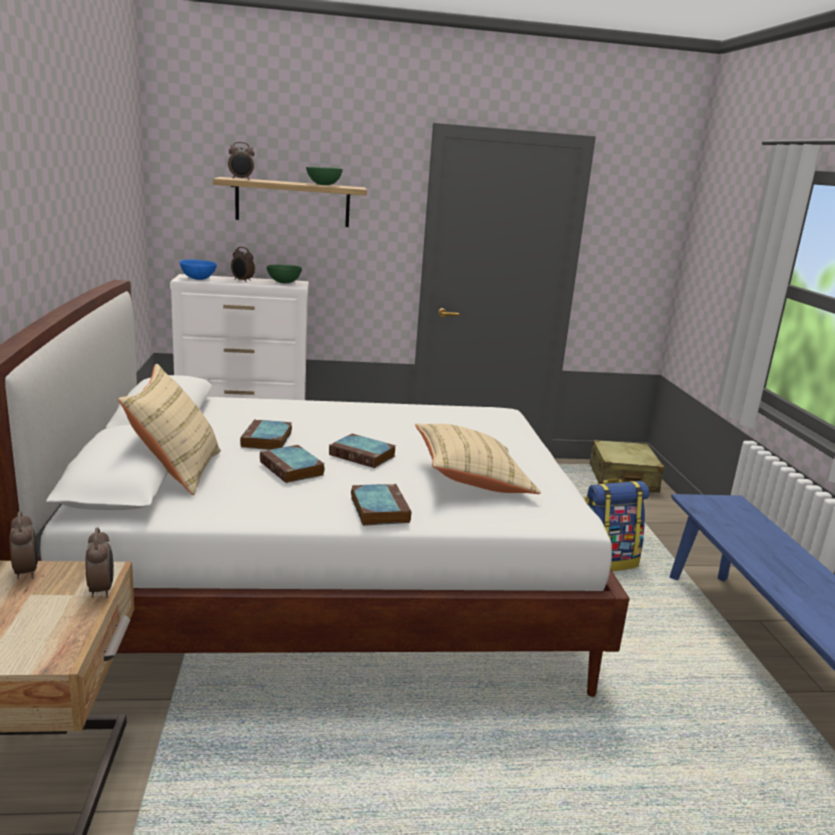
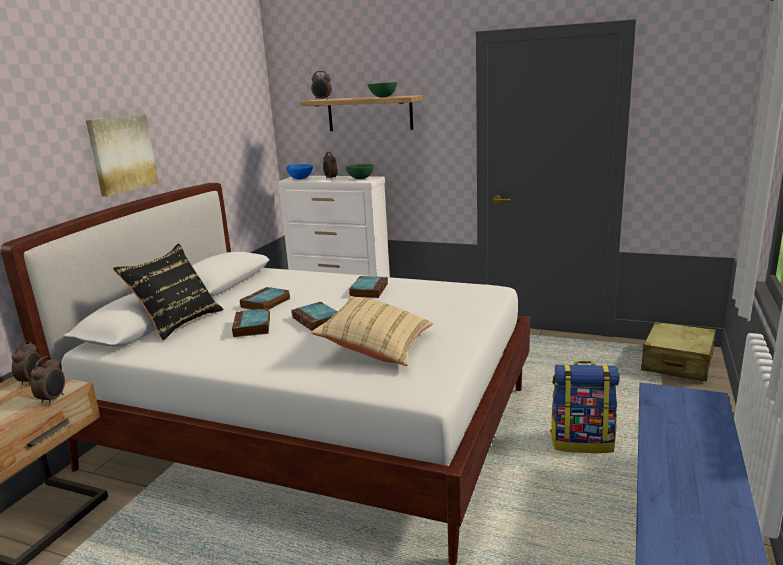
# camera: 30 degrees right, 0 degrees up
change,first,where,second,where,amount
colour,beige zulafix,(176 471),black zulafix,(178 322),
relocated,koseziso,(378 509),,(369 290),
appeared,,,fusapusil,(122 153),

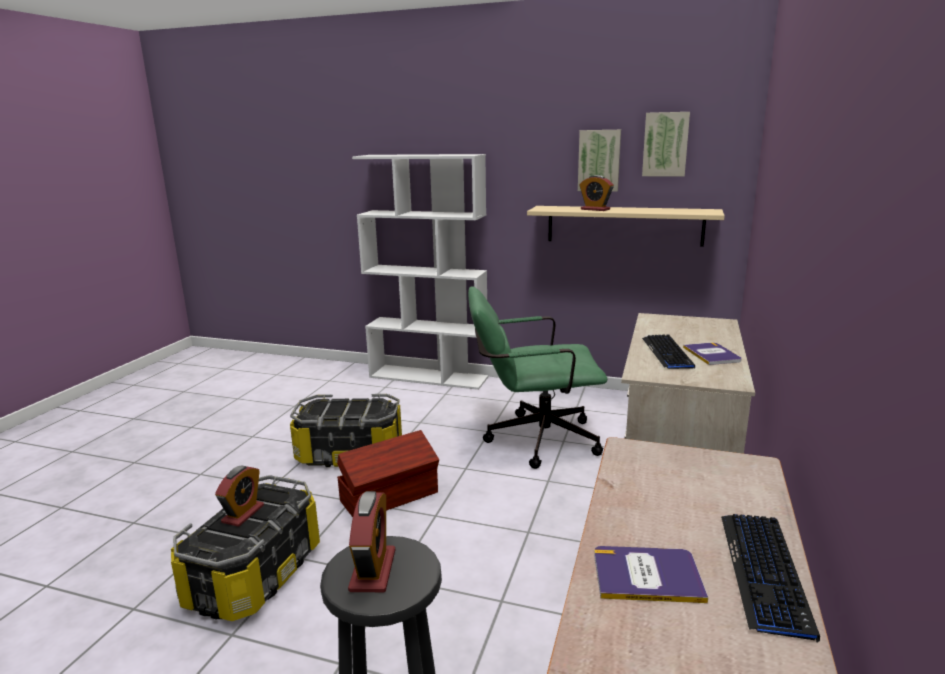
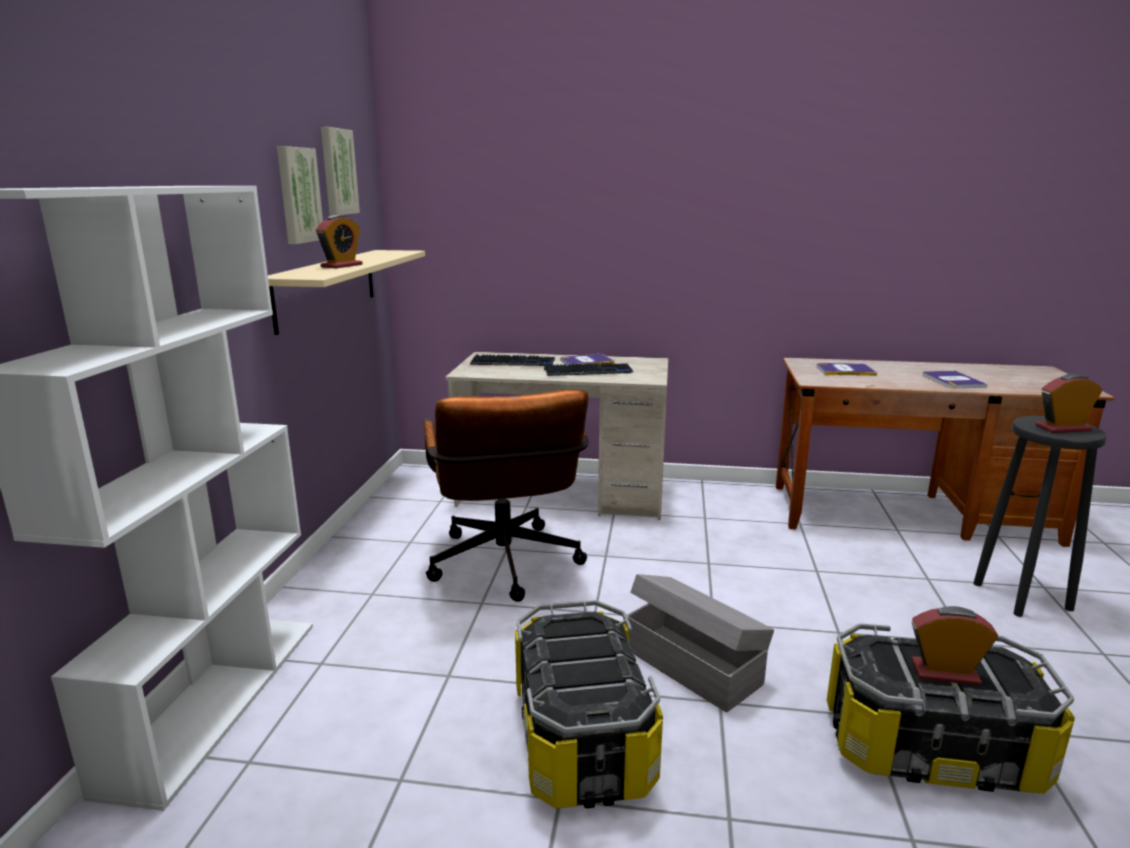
# camera: 100 degrees left, 0 degrees up
change,first,where,second,where,amount
colour,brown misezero,(390 497),grey misezero,(692 664),
colour,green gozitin,(532 440),brown gozitin,(506 569),
relocated,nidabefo,(765 572),,(513 363),
appeared,,,koseziso,(845 370),

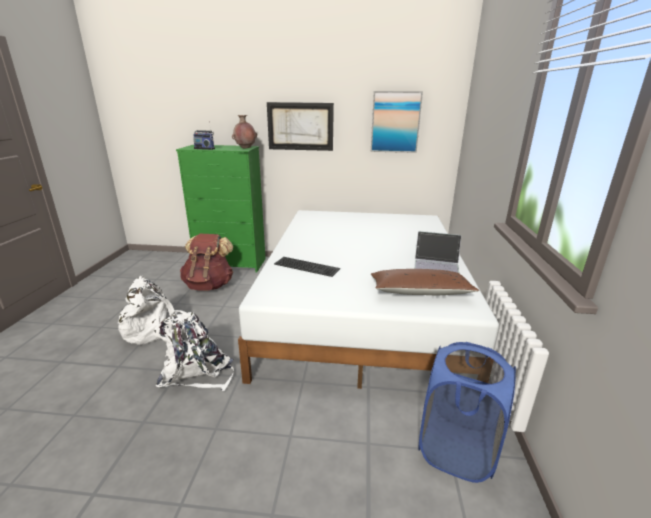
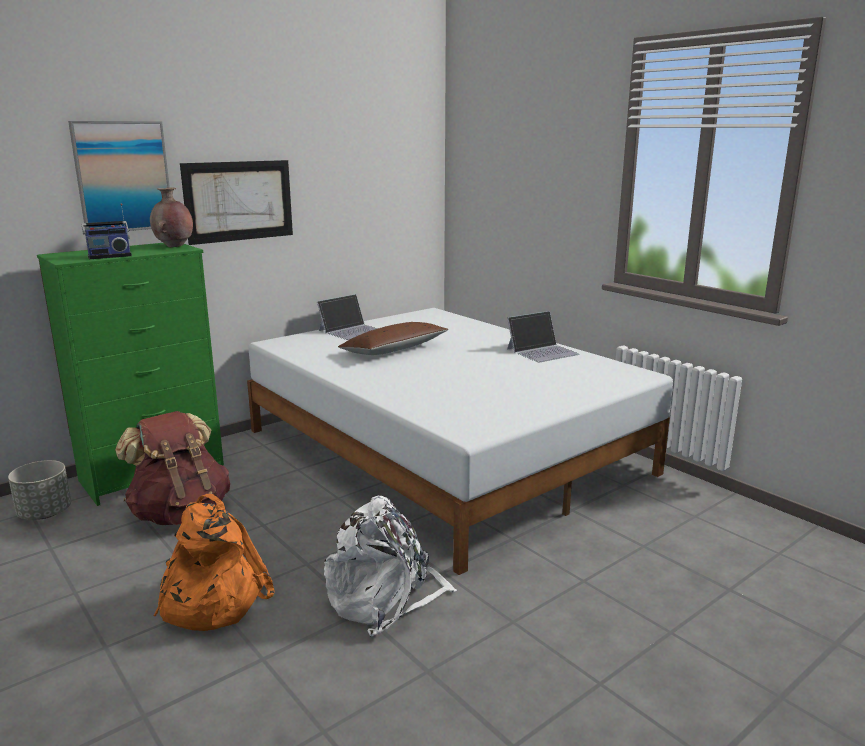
# camera: 45 degrees left, 5 degrees down
change,first,where,second,where,amount
colour,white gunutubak,(152 328),orange gunutubak,(210 599),
missing,nidabefo,(307 266),,,
relocated,fusapusil,(395 122),,(123 176),
relocated,brown zulafix,(420 292),,(394 350),
missing,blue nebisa,(456 450),,,
appeared,,,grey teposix,(45 513),
appeared,,,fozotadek,(351 330),

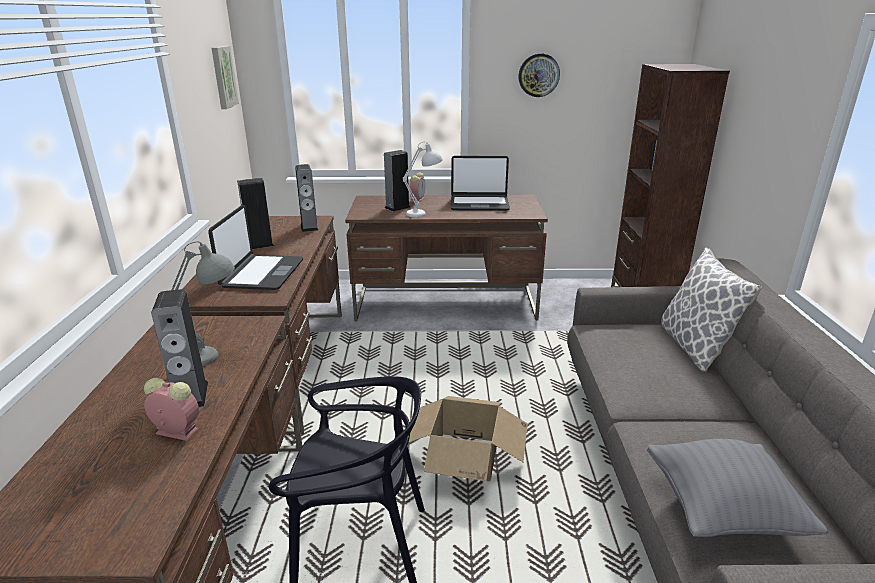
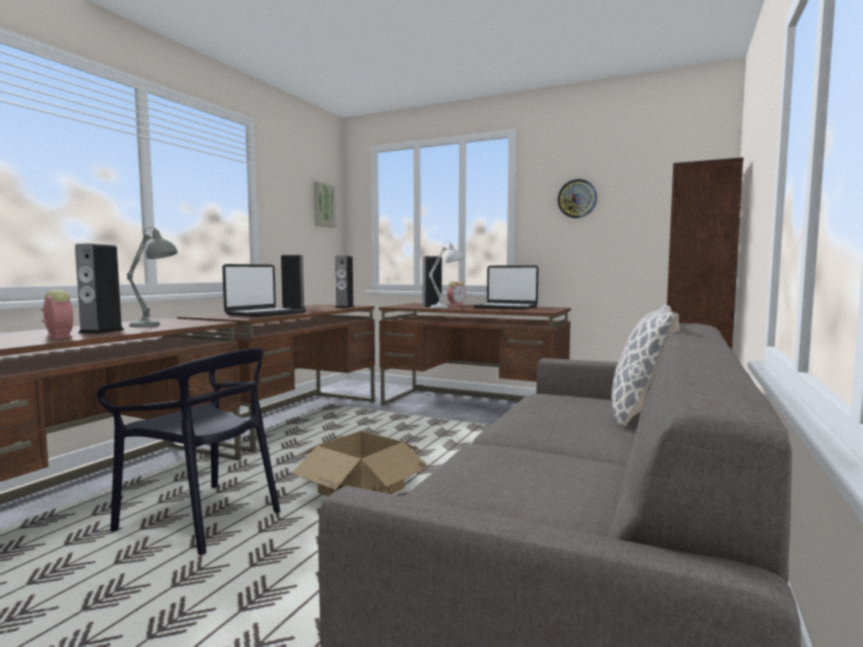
# camera: 25 degrees right, 20 degrees down
change,first,where,second,where,amount
missing,grey zulafix,(722 511),,,

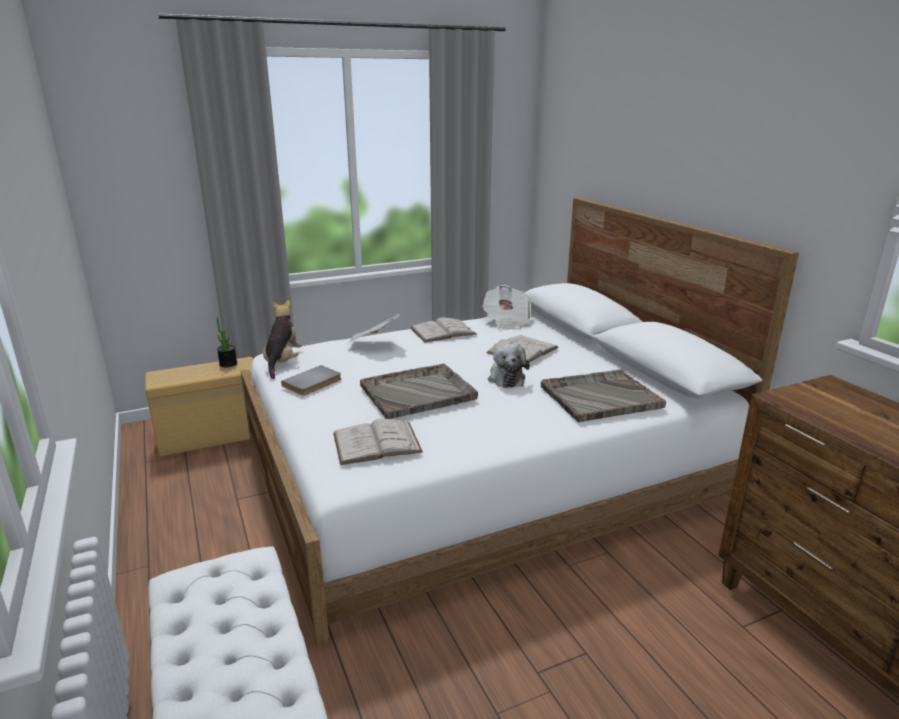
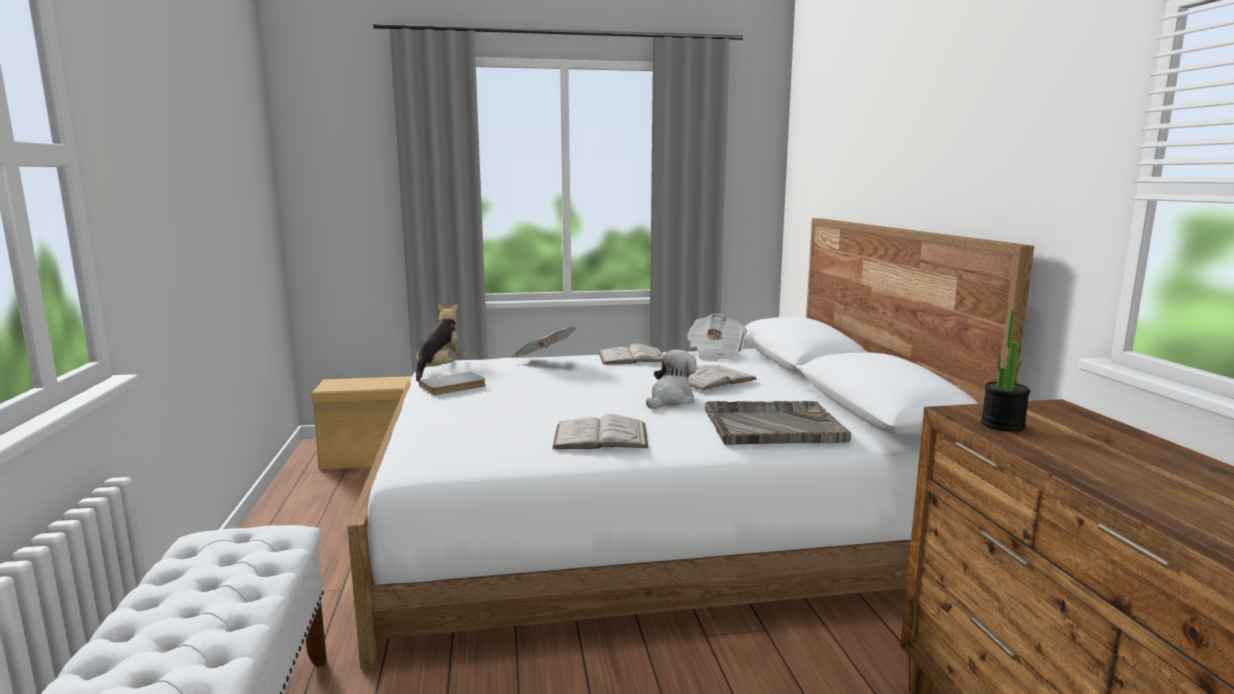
# camera: 15 degrees right, 10 degrees down
change,first,where,second,where,amount
relocated,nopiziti,(228 364),,(1002 425),
relocated,white koseziso,(376 442),,(600 436),
missing,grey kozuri,(419 392),,,
spun,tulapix,(506 378),,(671 400),150 degrees counterclockwise

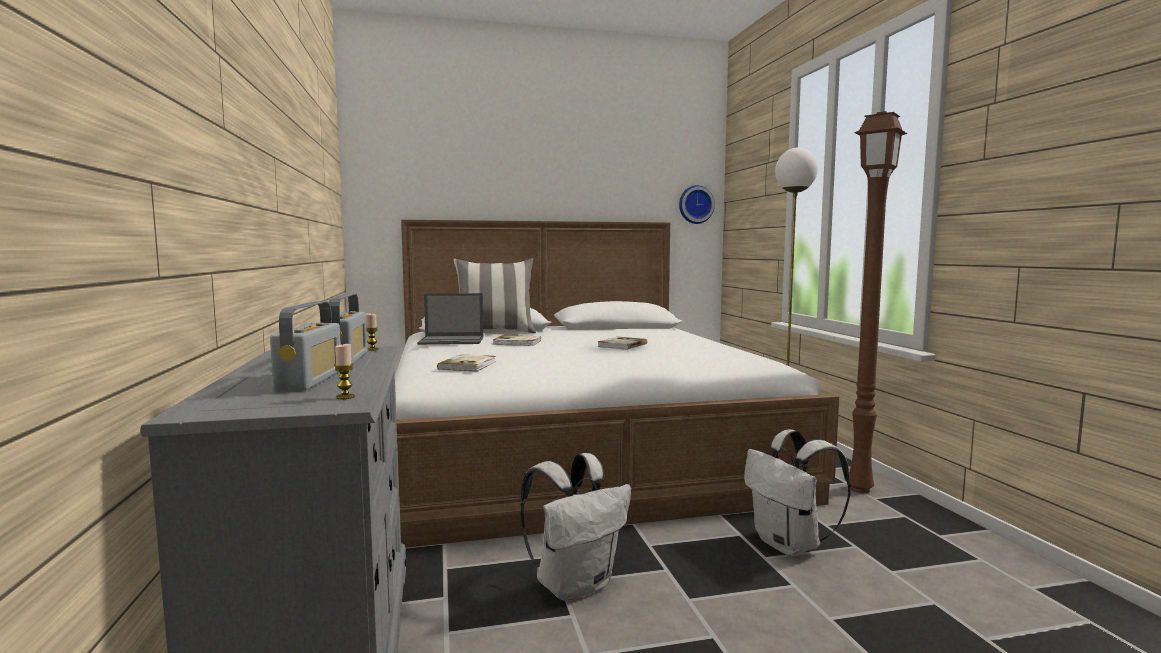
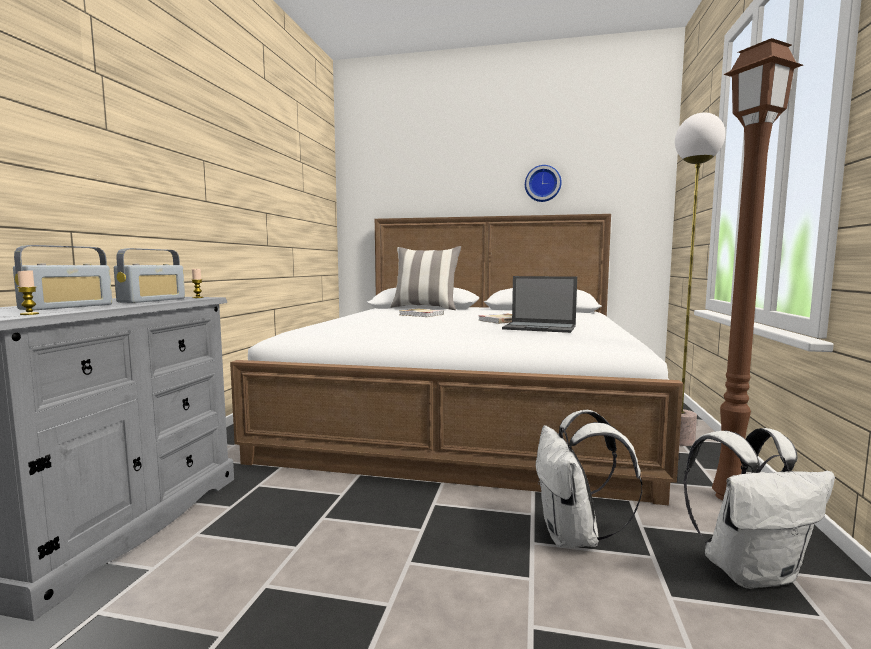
# camera: 25 degrees right, 0 degrees up
change,first,where,second,where,amount
relocated,fozotadek,(452 341),,(540 327),
missing,koseziso,(468 365),,,
relocated,white gunutubak,(575 585),,(749 571),
relocated,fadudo,(695 204),,(542 184),

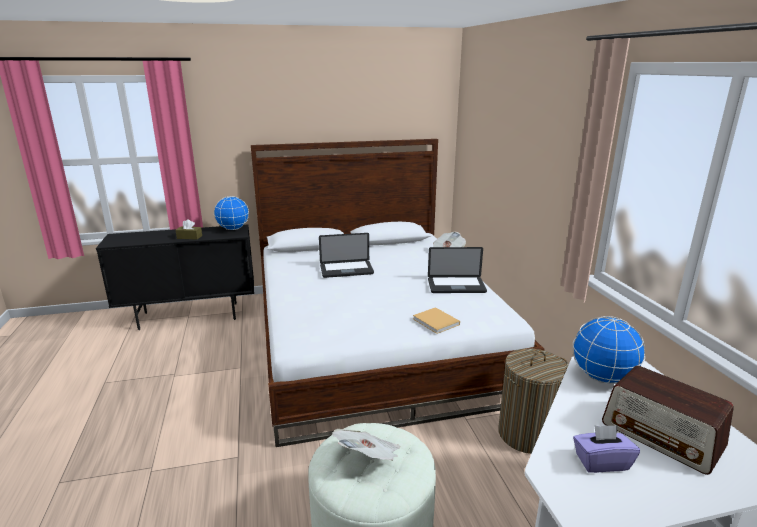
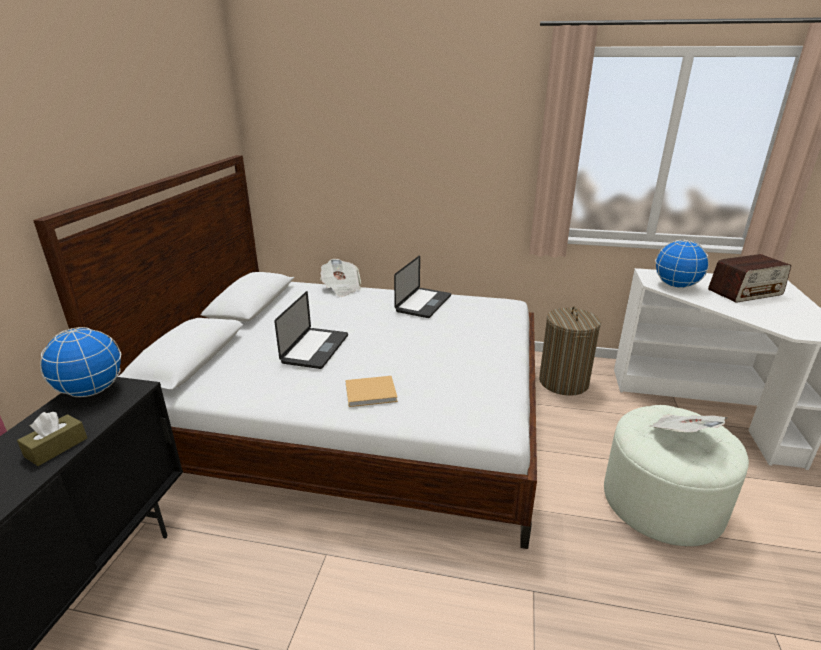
# camera: 65 degrees left, 5 degrees up
change,first,where,second,where,amount
relocated,beige koseziso,(437 322),,(372 393),
missing,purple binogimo,(601 462),,,

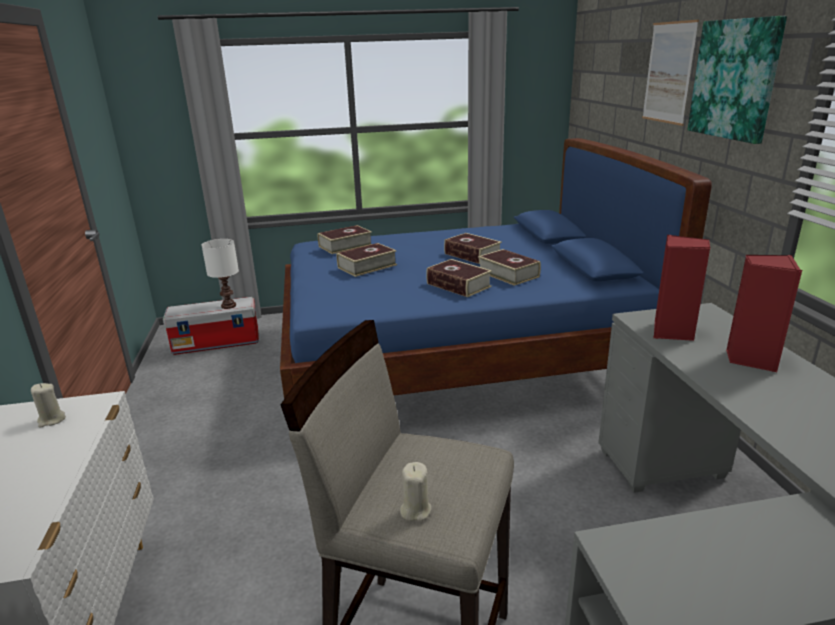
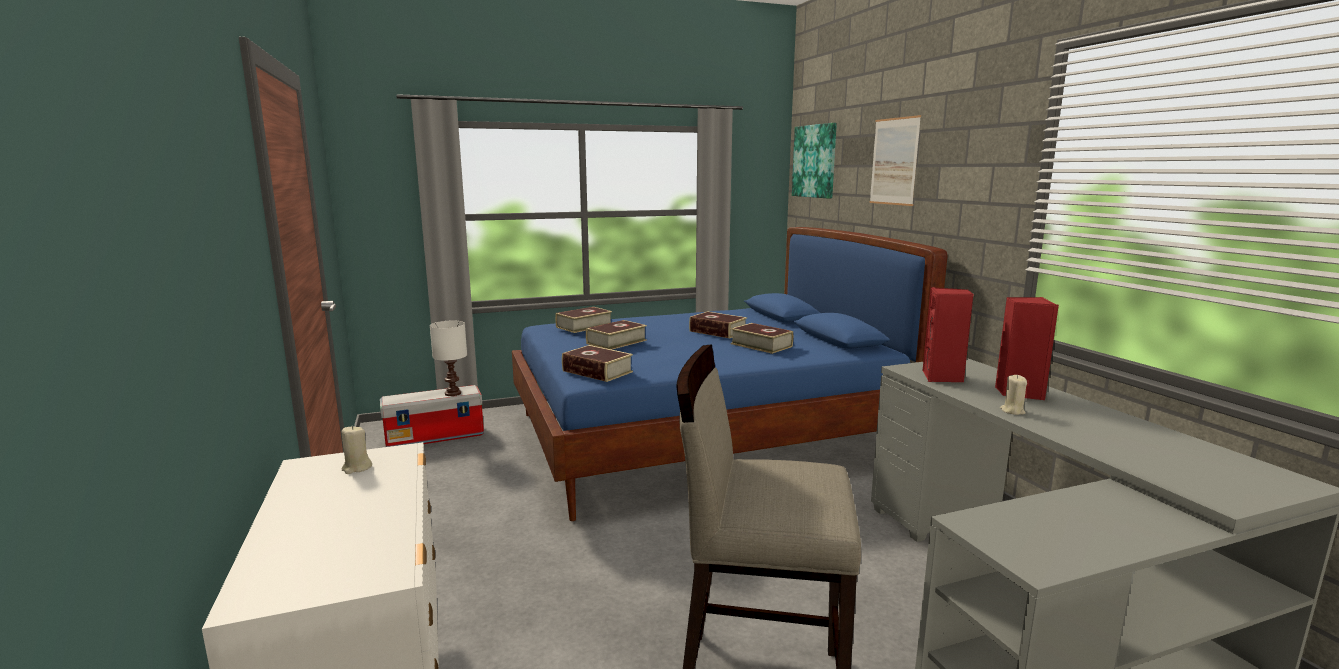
# camera: 10 degrees left, 10 degrees down
change,first,where,second,where,amount
relocated,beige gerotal,(415 510),,(1012 411),
relocated,koseziso,(458 285),,(597 371),
relocated,fusapusil,(735 79),,(815 161),

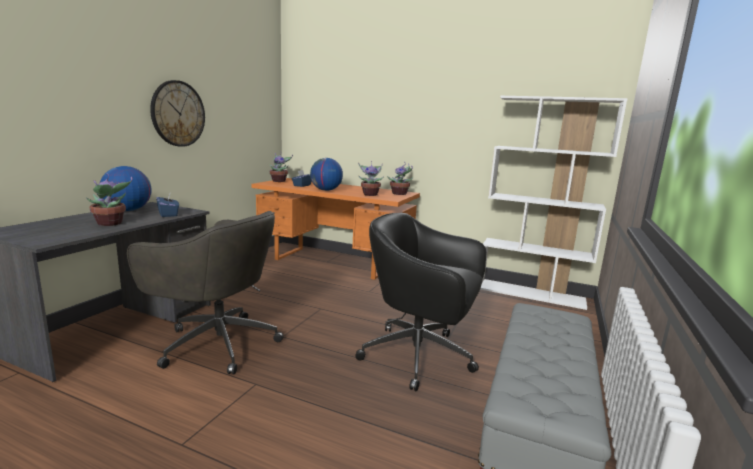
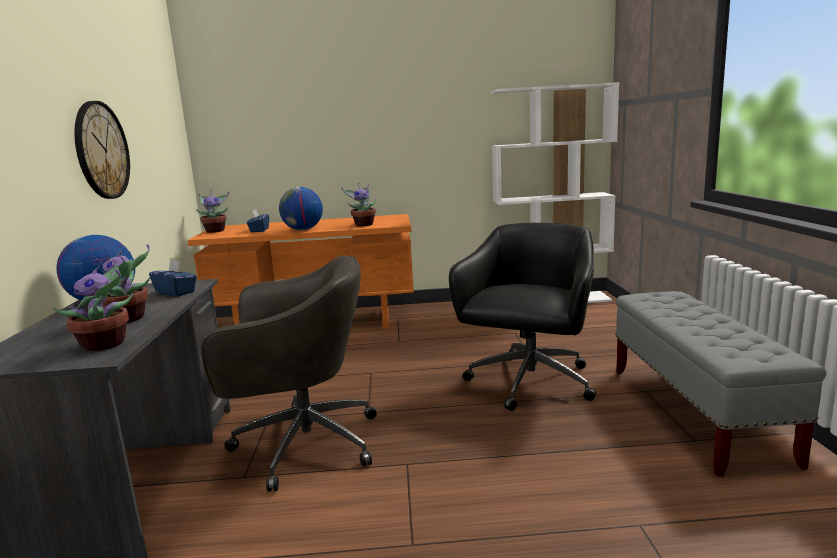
# camera: 25 degrees left, 0 degrees up
change,first,where,second,where,amount
spun,black gozitin,(420 357),,(529 383),120 degrees clockwise
relocated,nopiziti,(400 194),,(107 344),

